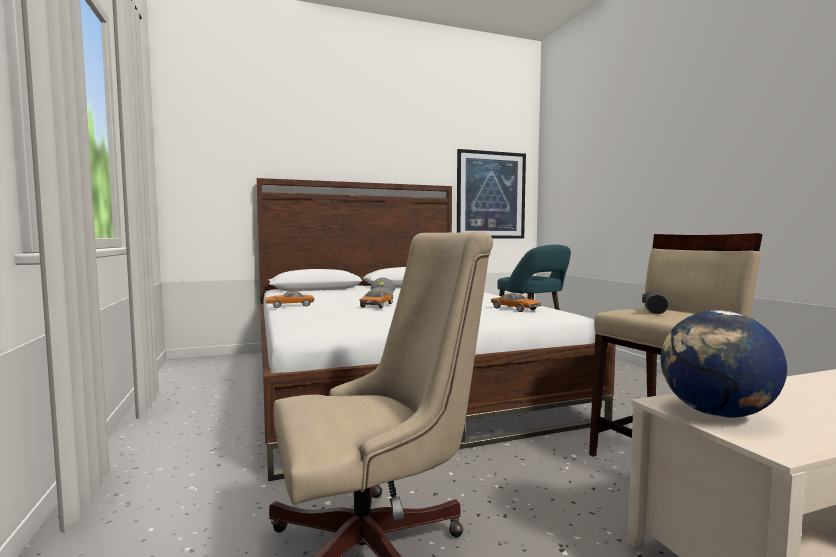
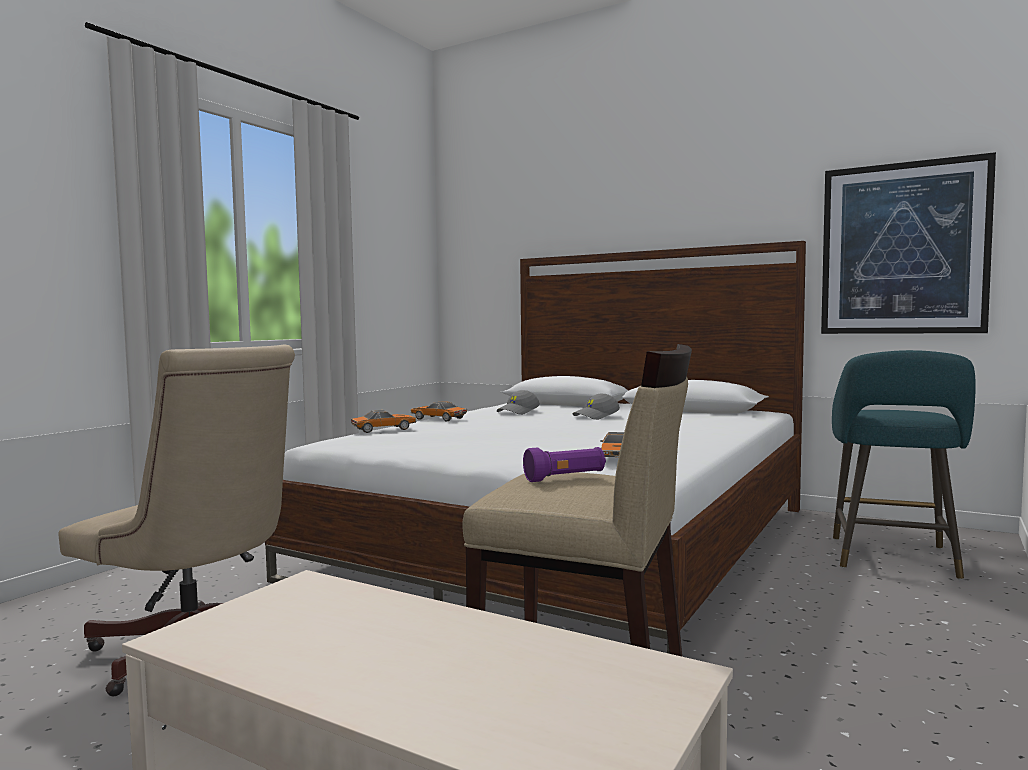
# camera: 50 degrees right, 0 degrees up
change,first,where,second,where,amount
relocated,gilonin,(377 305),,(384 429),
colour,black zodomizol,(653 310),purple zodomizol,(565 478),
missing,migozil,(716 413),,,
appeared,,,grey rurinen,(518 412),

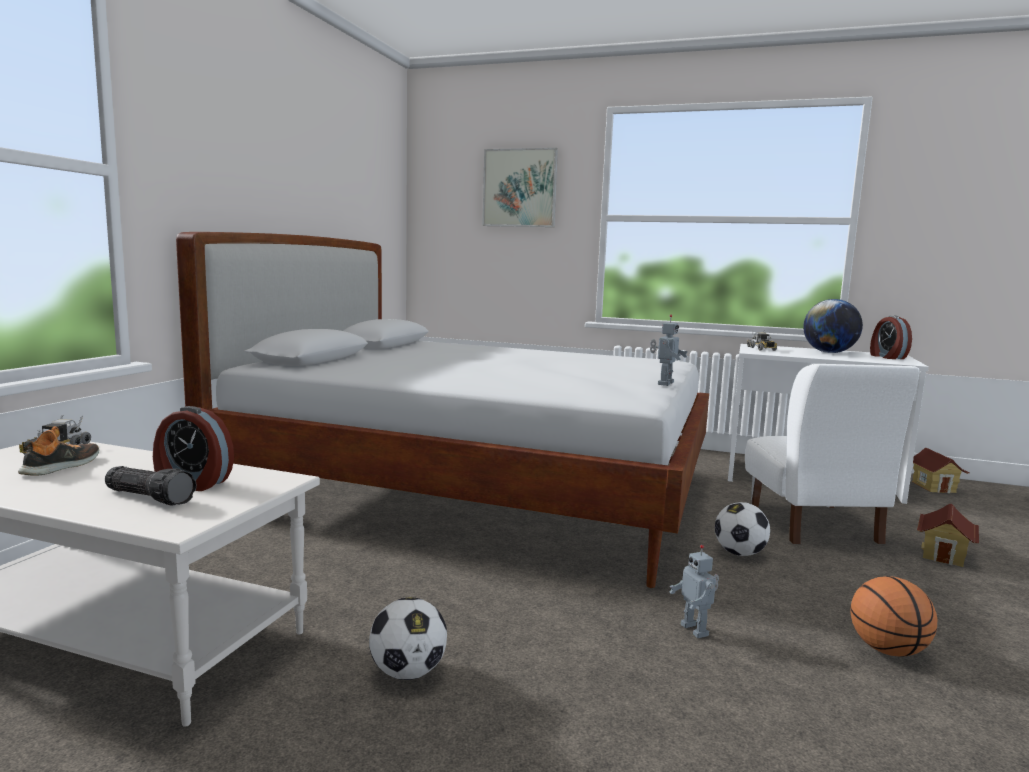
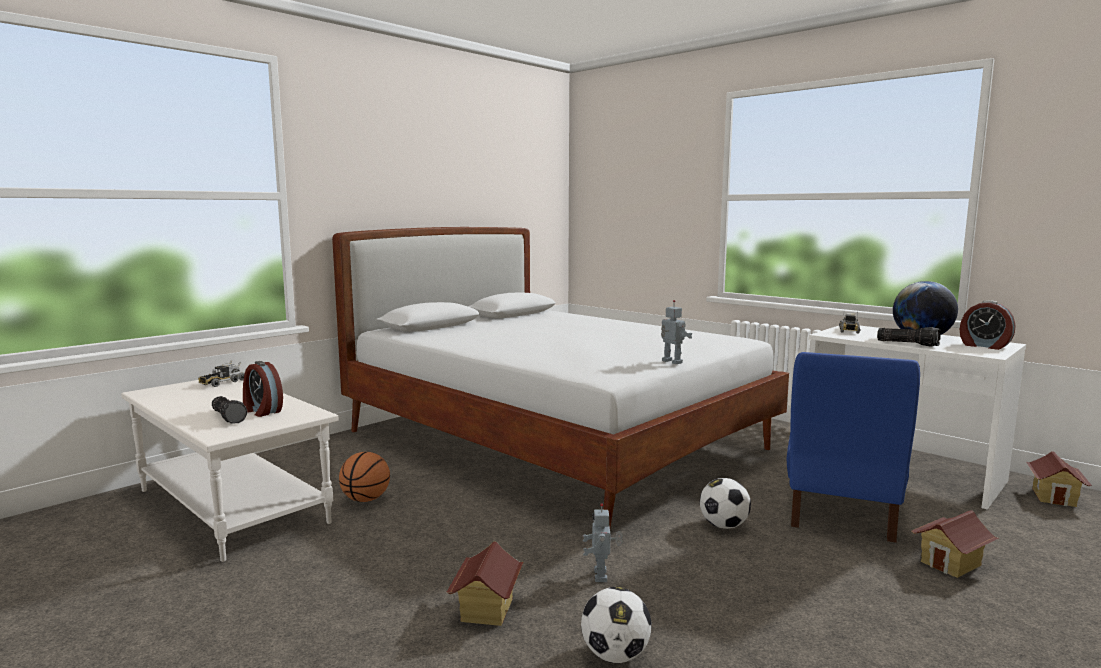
# camera: 25 degrees right, 0 degrees up
change,first,where,second,where,amount
missing,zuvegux,(63 466),,,
relocated,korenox,(408 672),,(615 655),
missing,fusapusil,(519 188),,,
spun,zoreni,(664 383),,(671 362),90 degrees counterclockwise
colour,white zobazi,(813 523),blue zobazi,(840 512),
relocated,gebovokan,(888 650),,(366 499),
spun,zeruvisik,(887 357),,(984 346),60 degrees counterclockwise
appeared,,,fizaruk,(486 609),
appeared,,,zodomizol,(908 343),

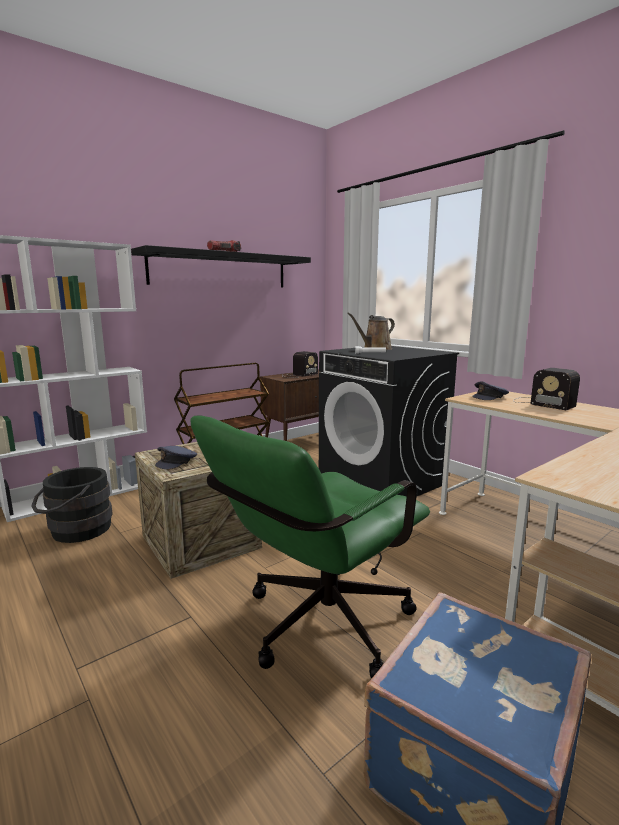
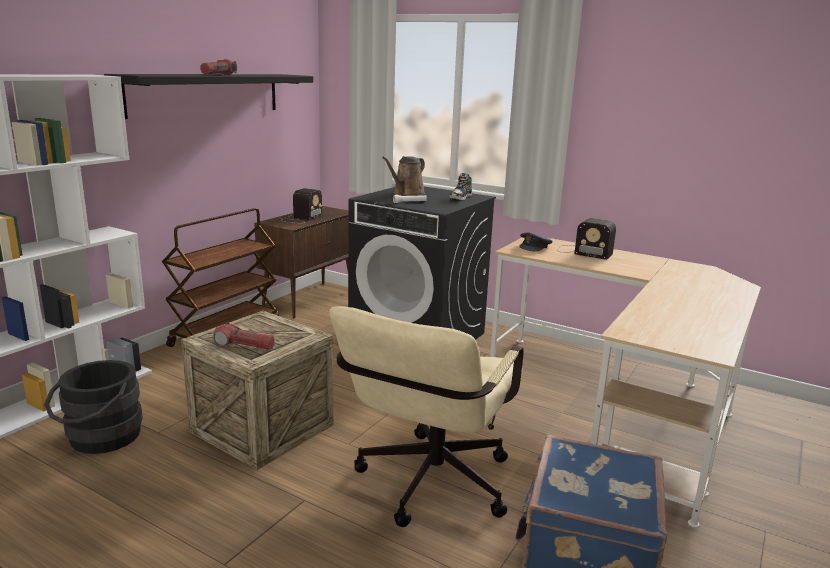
# camera: 20 degrees left, 5 degrees up
change,first,where,second,where,amount
exchanged,grey rurinen,(177 462),zodomizol,(244 345),
colour,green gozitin,(316 628),beige gozitin,(428 488),
appeared,,,zuvegux,(460 198),

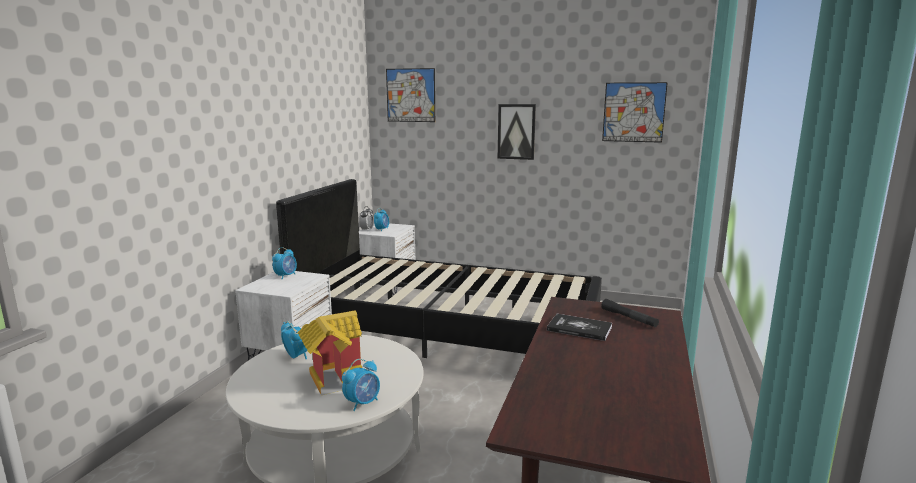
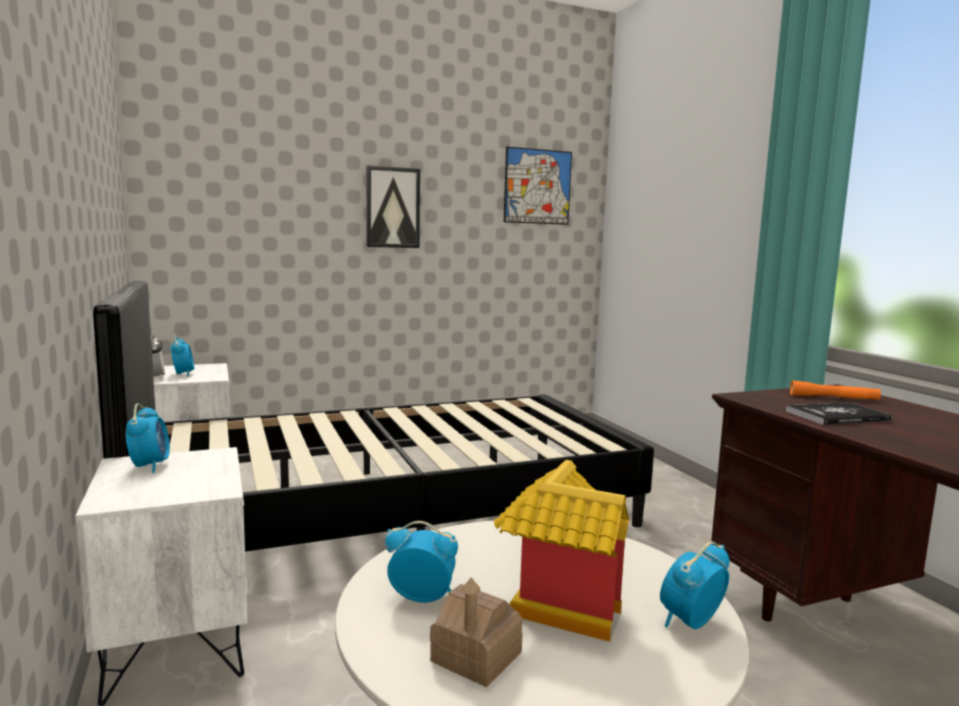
# camera: 40 degrees left, 5 degrees down
change,first,where,second,where,amount
spun,zeruvisik,(363 403),,(690 623),135 degrees counterclockwise
missing,fusapusil,(410 95),,,
colour,black zodomizol,(629 318),orange zodomizol,(833 398),
appeared,,,fizaruk,(476 657),

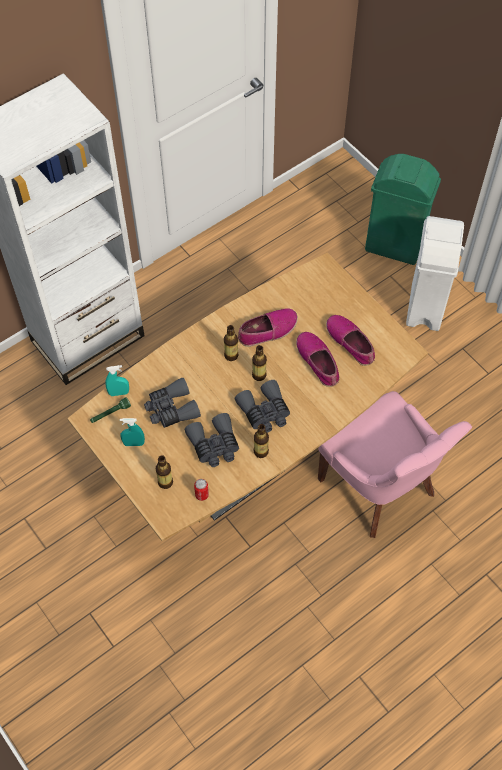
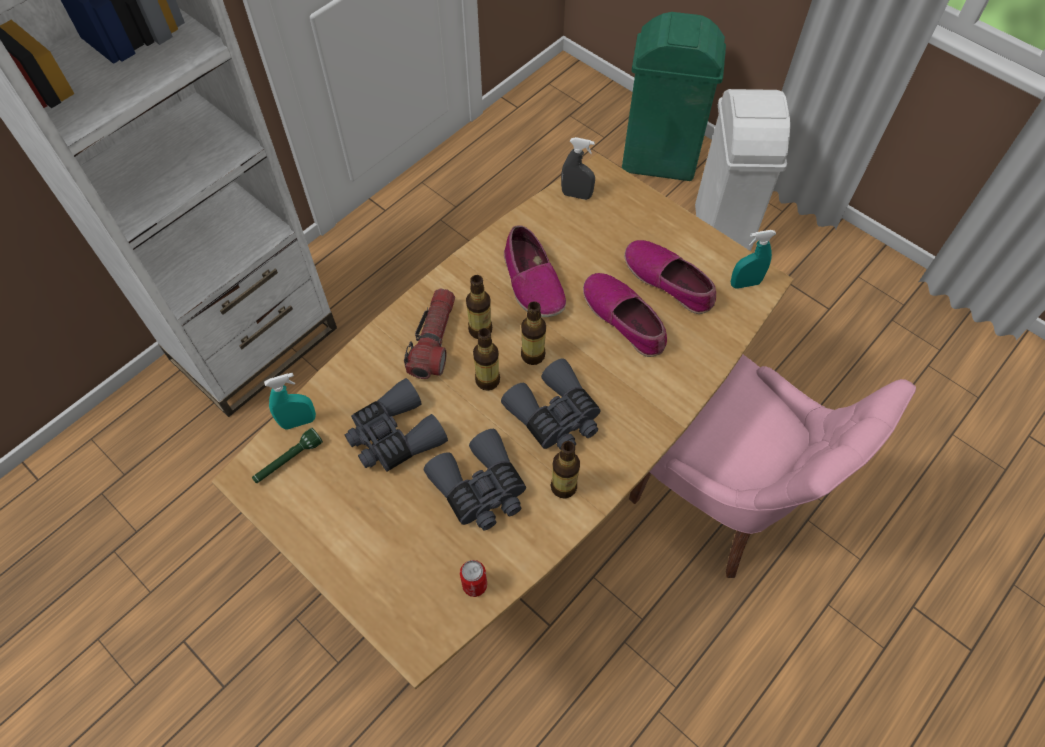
# camera: 10 degrees left, 0 degrees up
change,first,where,second,where,amount
relocated,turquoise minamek,(134 443),,(745 283),
relocated,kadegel,(165 482),,(487 380),
spun,zuvegux,(268 331),,(532 282),105 degrees clockwise
appeared,,,zodomizol,(434 340),
appeared,,,grey minamek,(576 195),

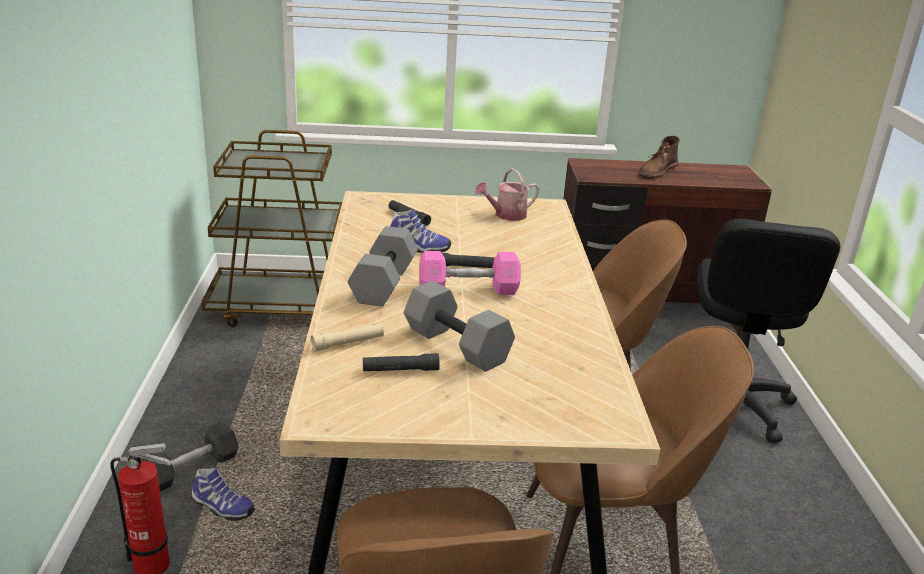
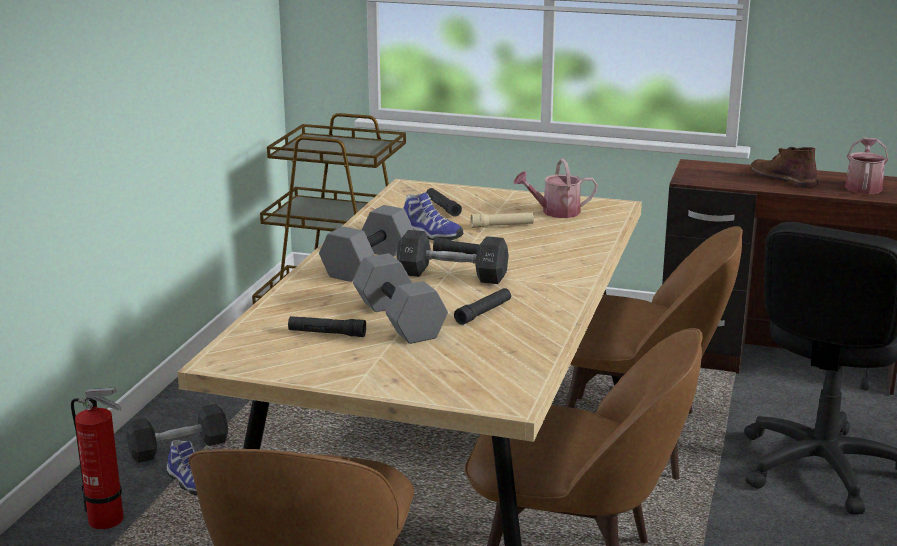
# camera: 20 degrees right, 5 degrees down
change,first,where,second,where,amount
relocated,beige zodomizol,(348 343),,(502 226),
colour,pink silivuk,(468 289),black silivuk,(452 275),
spun,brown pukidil,(657 170),,(783 177),90 degrees clockwise
appeared,,,black zodomizol,(483 312),
appeared,,,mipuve,(863 186),

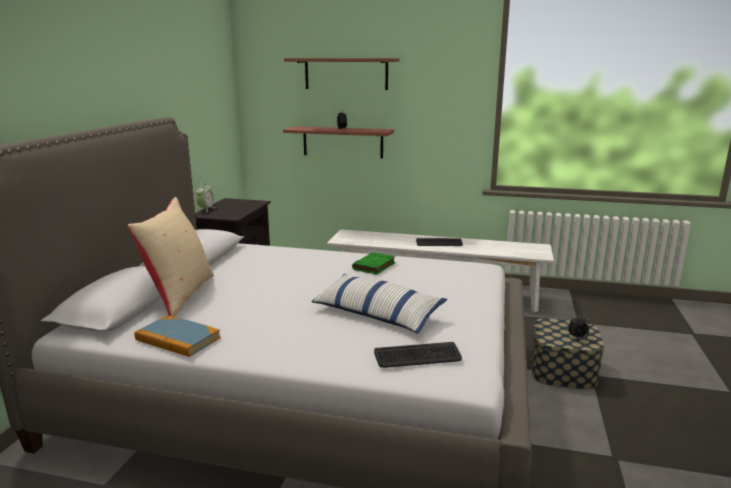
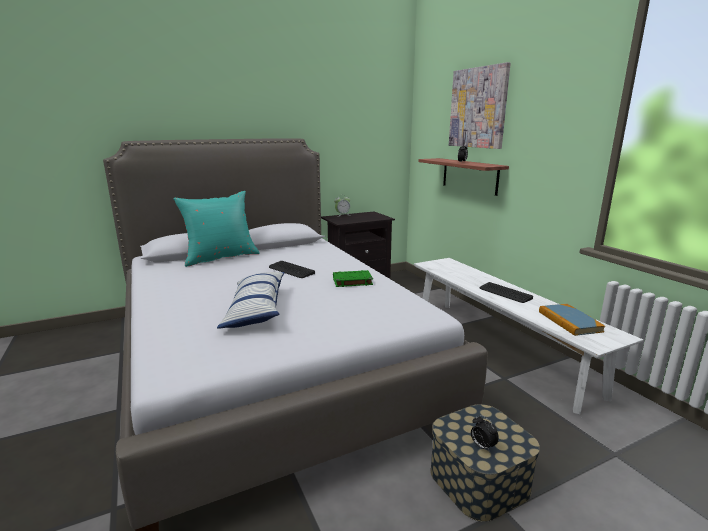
# camera: 50 degrees right, 0 degrees up
change,first,where,second,where,amount
colour,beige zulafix,(180 295),turquoise zulafix,(220 257),
relocated,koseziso,(178 339),,(569 321),
exchanged,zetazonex,(346 73),fusapusil,(478 108),
relocated,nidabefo,(417 356),,(291 270),

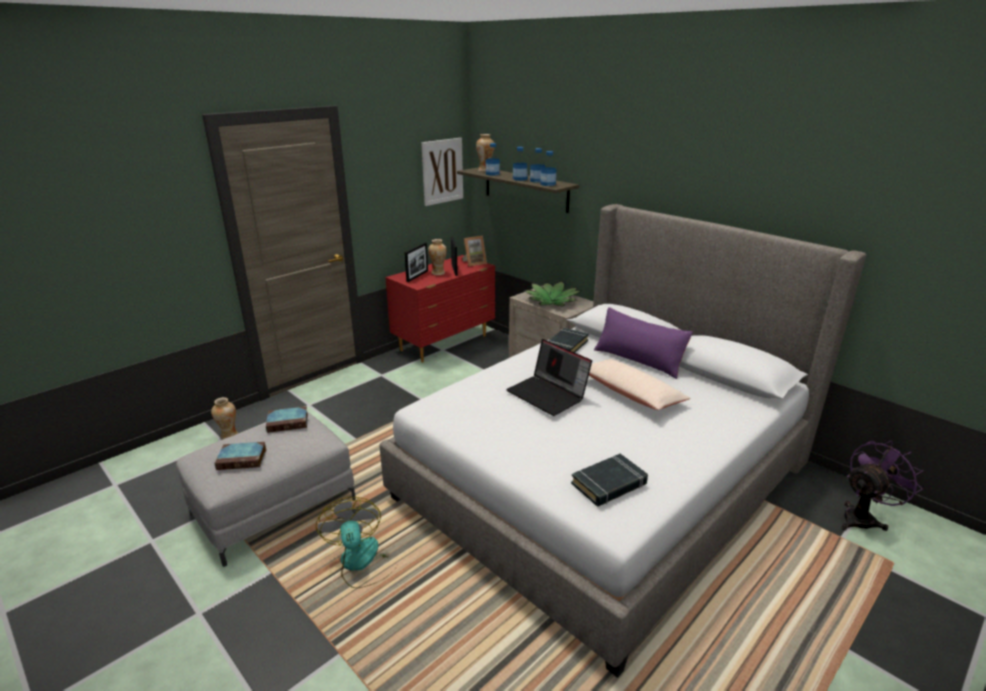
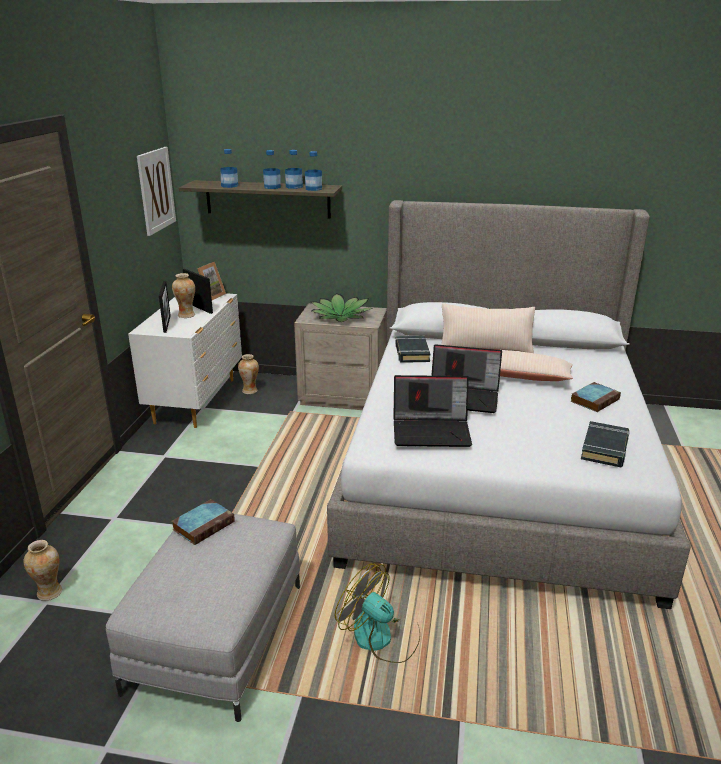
# camera: 35 degrees left, 0 degrees up
change,first,where,second,where,amount
relocated,koseziso,(243 459),,(595 400),
colour,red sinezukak,(445 343),white sinezukak,(197 400),
relocated,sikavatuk,(485 170),,(250 391),
colour,purple zulafix,(638 360),beige zulafix,(485 347),
missing,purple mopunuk,(863 518),,,
appeared,,,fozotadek,(432 431),

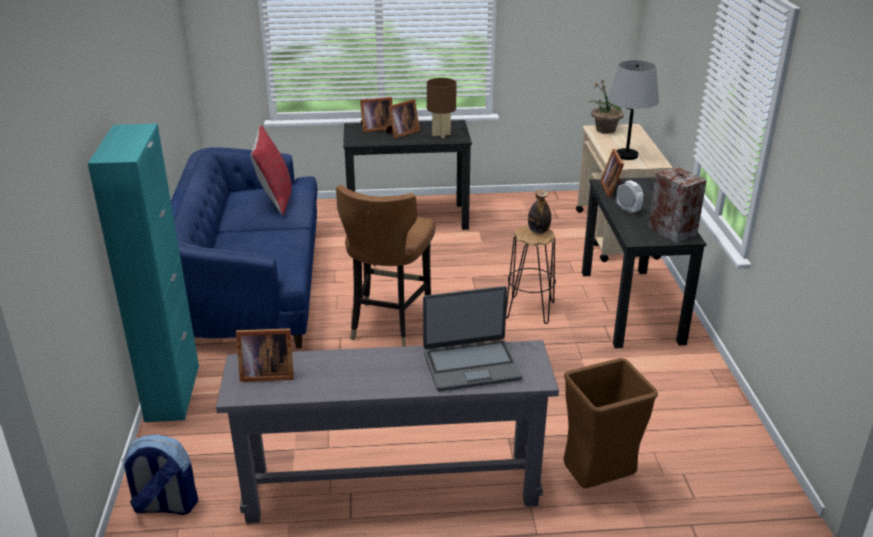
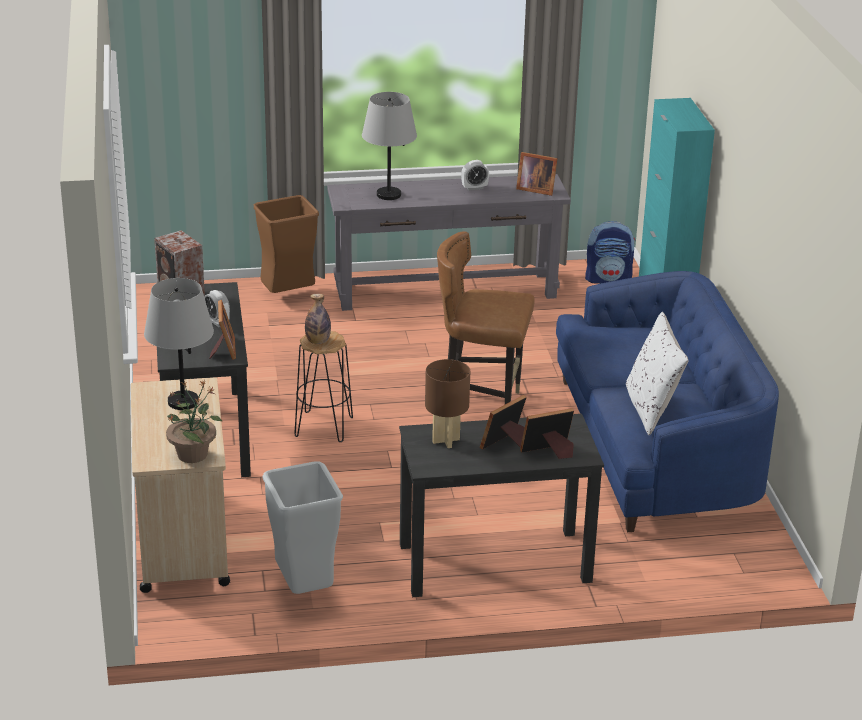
# camera: 175 degrees right, 0 degrees up
change,first,where,second,where,amount
spun,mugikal,(265 373),,(535 189),150 degrees counterclockwise
colour,red zulafix,(275 199),white zulafix,(652 409),
spun,brown zobazi,(388 324),,(481 407),90 degrees counterclockwise
exchanged,fozotadek,(471 365),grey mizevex,(388 195),
appeared,,,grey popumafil,(304 589),
appeared,,,zeruvisik,(474 188),

